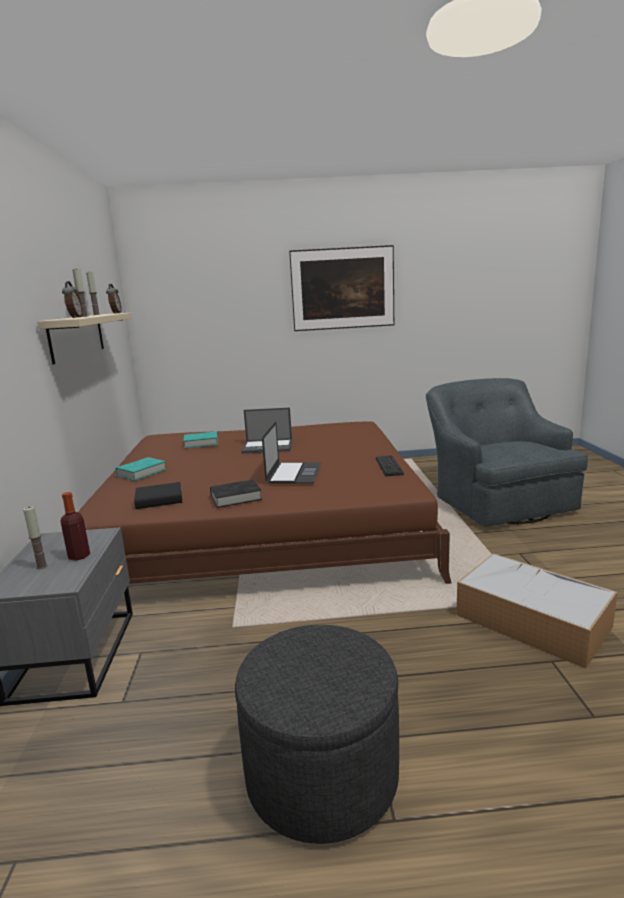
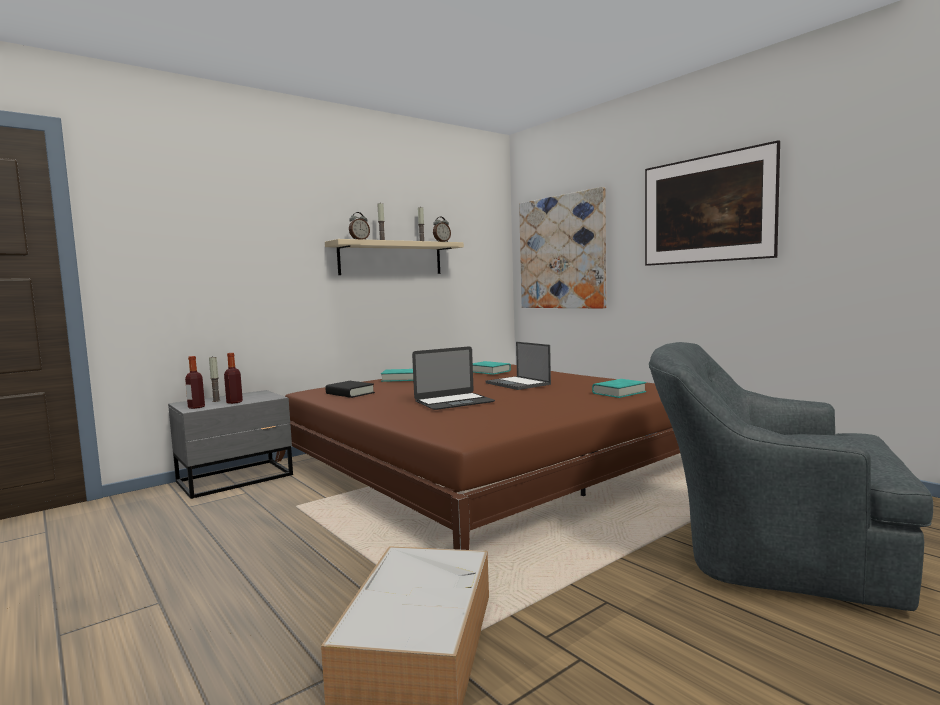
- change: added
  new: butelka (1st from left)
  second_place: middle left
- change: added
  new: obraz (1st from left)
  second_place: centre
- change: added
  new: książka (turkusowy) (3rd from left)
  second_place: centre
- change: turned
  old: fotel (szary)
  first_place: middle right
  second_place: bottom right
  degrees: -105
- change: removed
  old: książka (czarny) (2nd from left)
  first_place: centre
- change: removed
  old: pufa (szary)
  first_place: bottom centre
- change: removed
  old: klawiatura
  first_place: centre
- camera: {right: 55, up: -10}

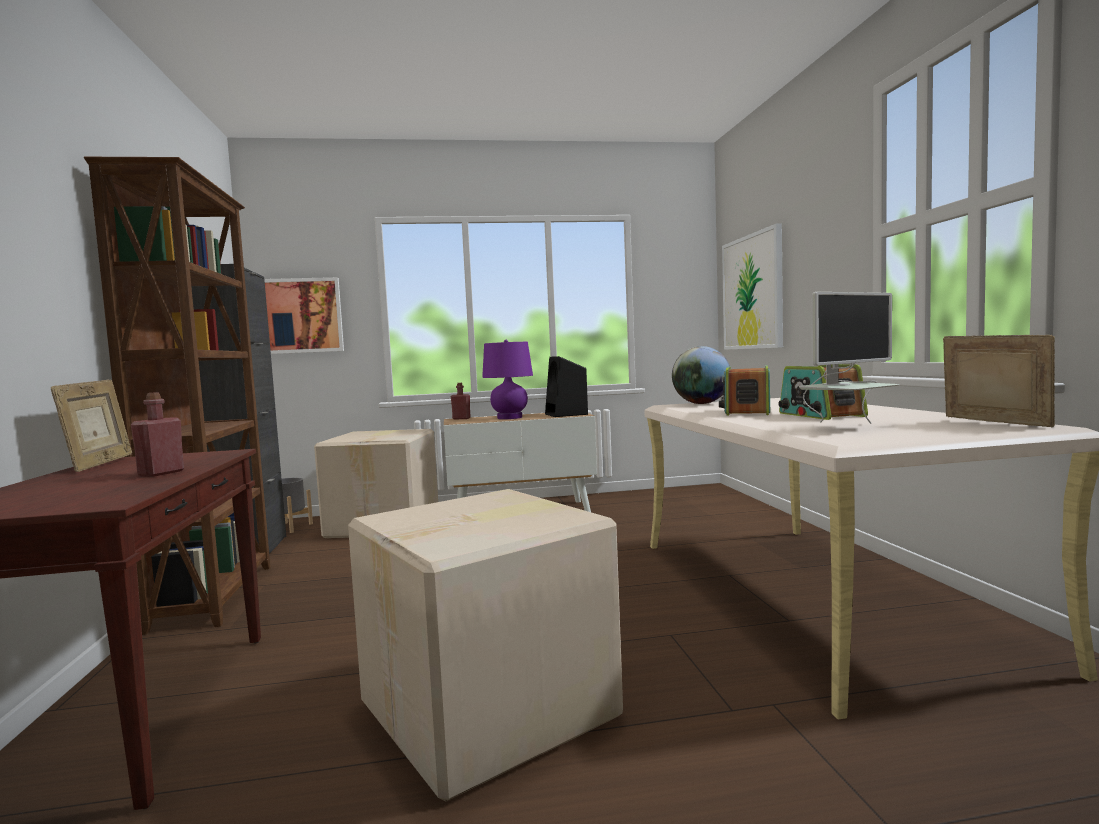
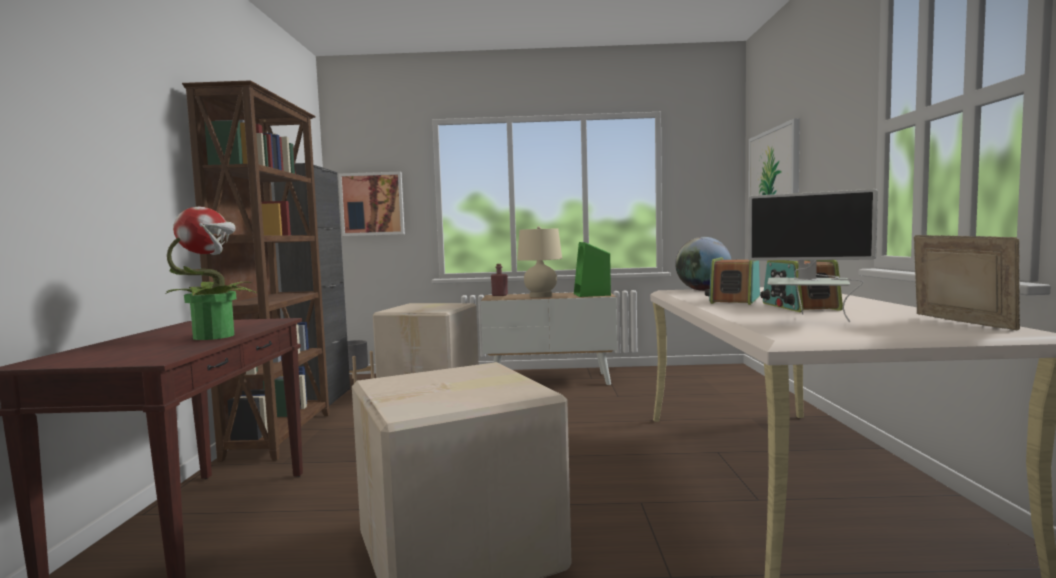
- change: replaced
  old: butelka (czerwony) (1st from left)
  new: roślina doniczkowa
  first_place: middle left
  second_place: middle left
- change: recoloured
  old: lampa stołowa (fioletowy)
  new: lampa stołowa (beżowy)
  first_place: centre
  second_place: centre
- change: recoloured
  old: głośnik (czarny)
  new: głośnik (zielony)
  first_place: centre
  second_place: centre
- change: turned
  old: monitor
  first_place: middle right
  second_place: middle right
  degrees: 45
- change: removed
  old: ramka na zdjęcie (1st from left)
  first_place: middle left
- camera: {right: 10, up: 0}

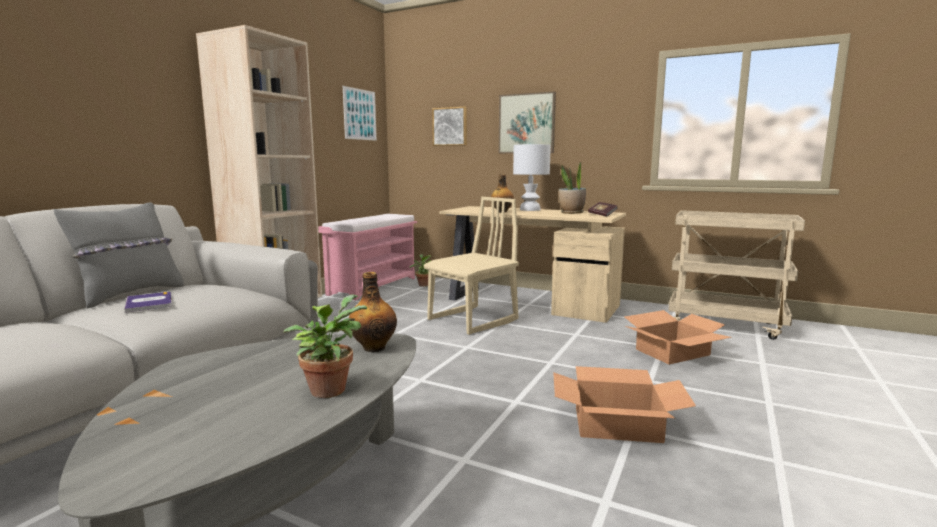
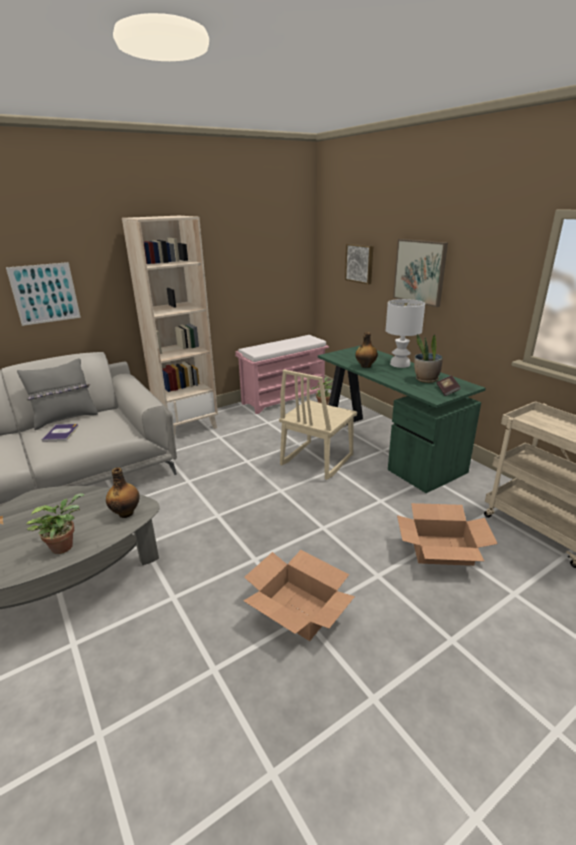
- change: moved
  old: obraz (1st from left)
  first_place: top centre
  second_place: middle left
- change: turned
  old: krzesło (beżowy)
  first_place: centre
  second_place: centre
  degrees: 135
- change: recoloured
  old: biurko (beżowy)
  new: biurko (zielony)
  first_place: centre
  second_place: middle right
- camera: {right: 30, up: 15}

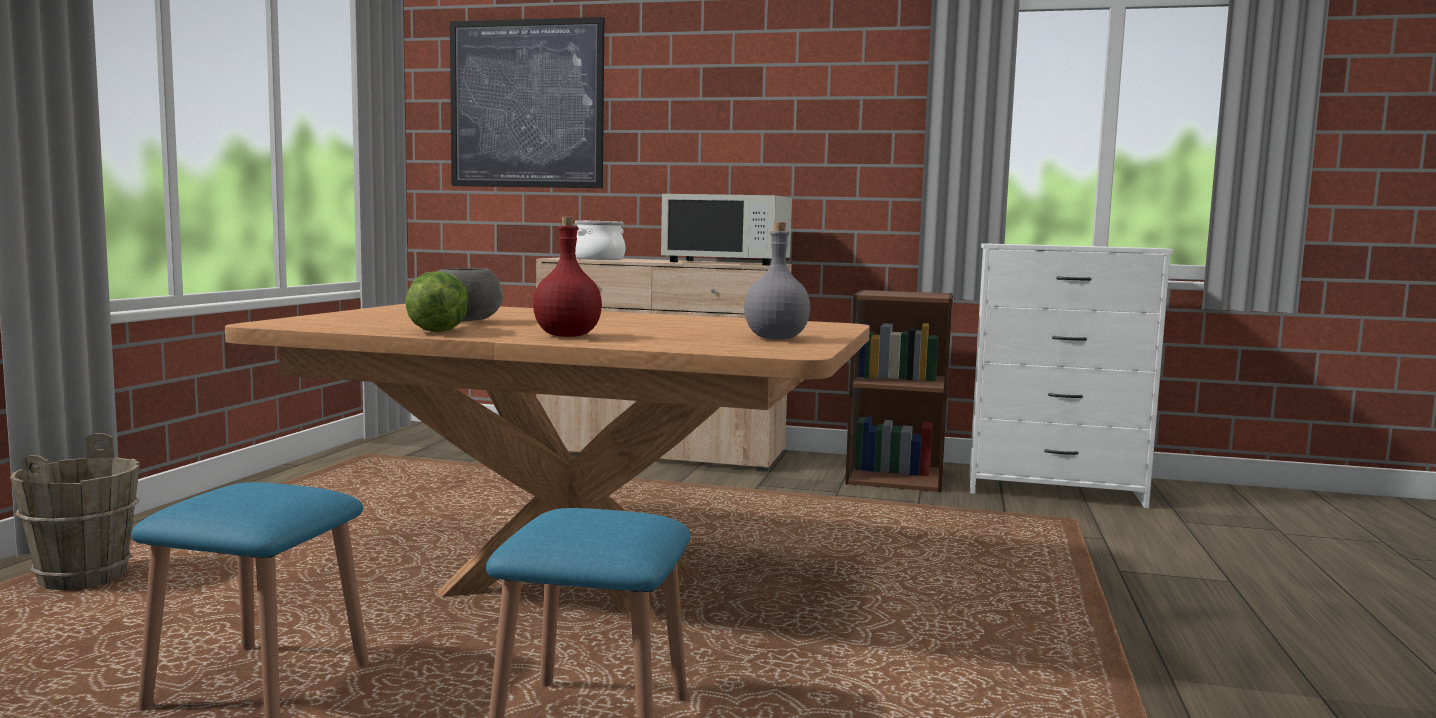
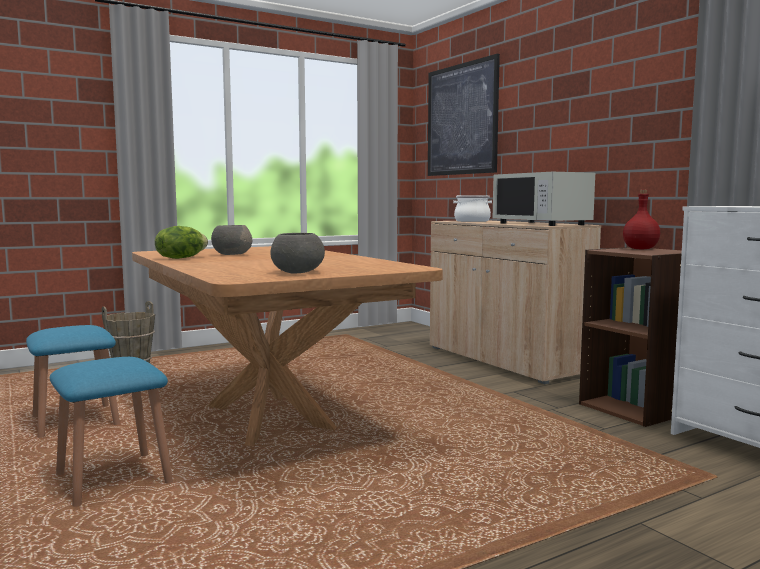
- change: replaced
  old: butelka (szary)
  new: miska (szary) (2nd from left)
  first_place: centre
  second_place: centre
- change: moved
  old: butelka (czerwony)
  first_place: centre
  second_place: middle right
- camera: {right: 45, up: 0}

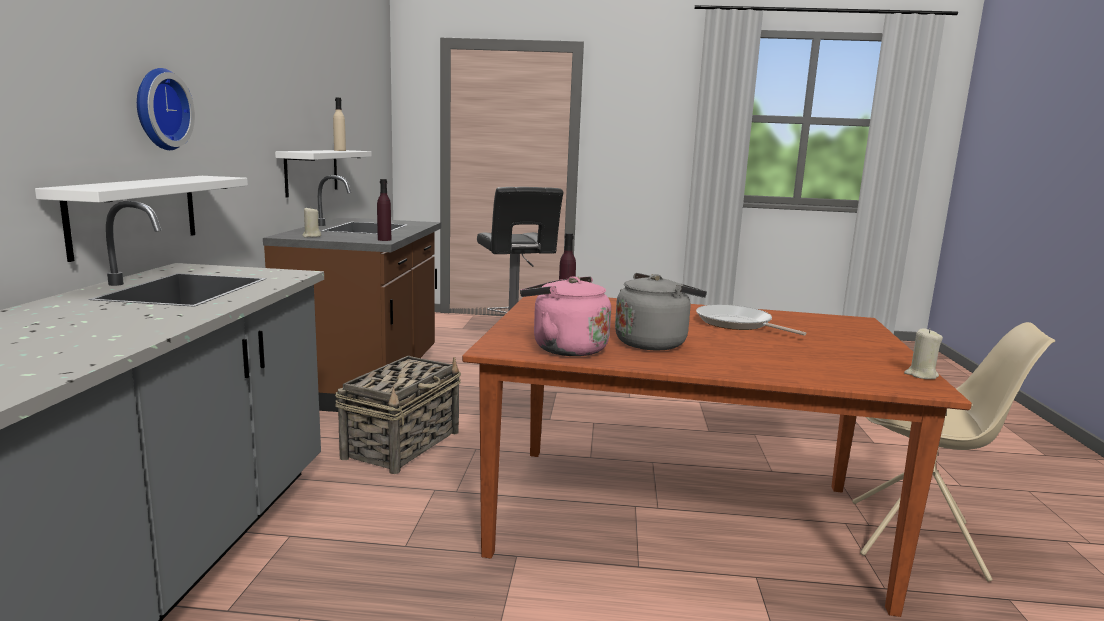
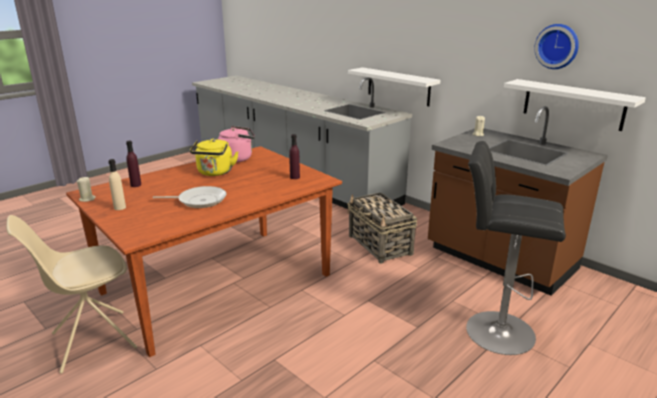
- change: moved
  old: butelka (beżowy)
  first_place: top left
  second_place: middle left
- change: moved
  old: butelka (fioletowy) (1st from left)
  first_place: centre
  second_place: middle left
- change: recoloured
  old: czajnik (szary)
  new: czajnik (żółty)
  first_place: centre
  second_place: middle left
- change: moved
  old: zegar ścienny
  first_place: top left
  second_place: top right
- camera: {right: 130, up: 10}

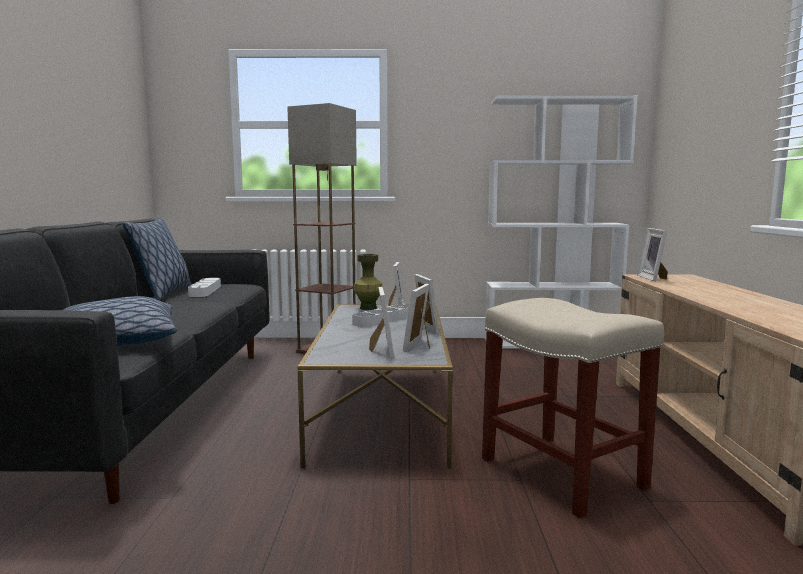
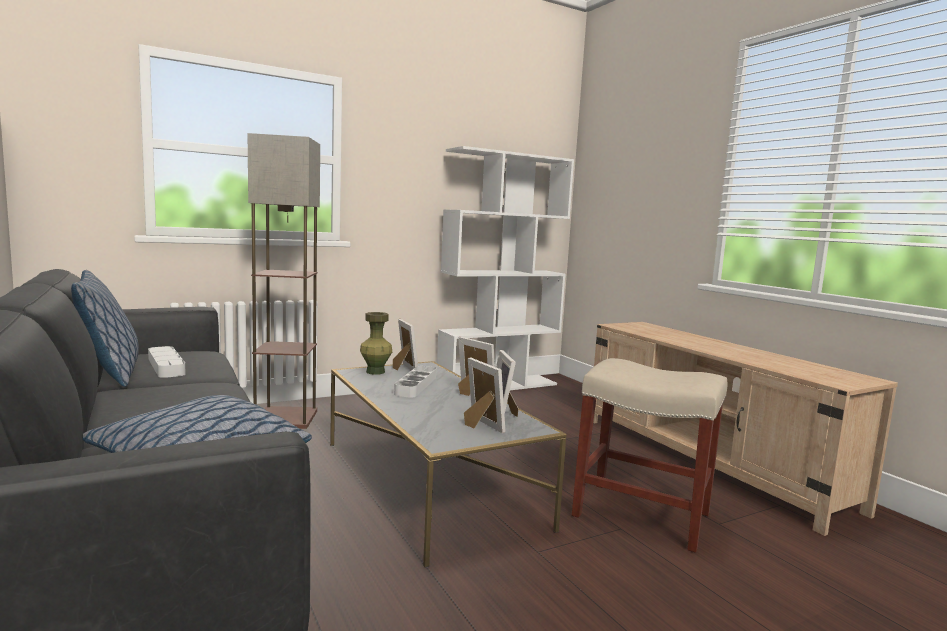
- change: removed
  old: ramka na zdjęcie (5th from left)
  first_place: middle right
- camera: {right: -30, up: 0}

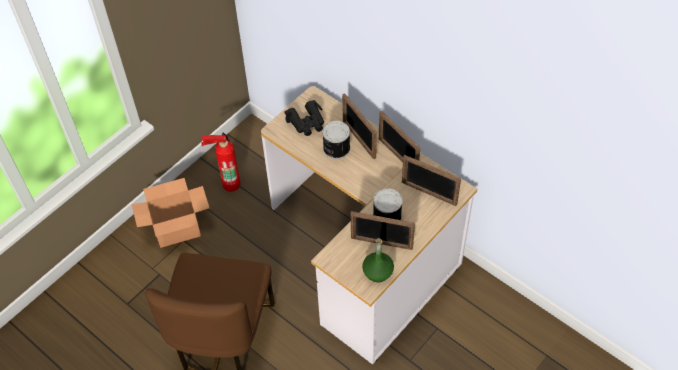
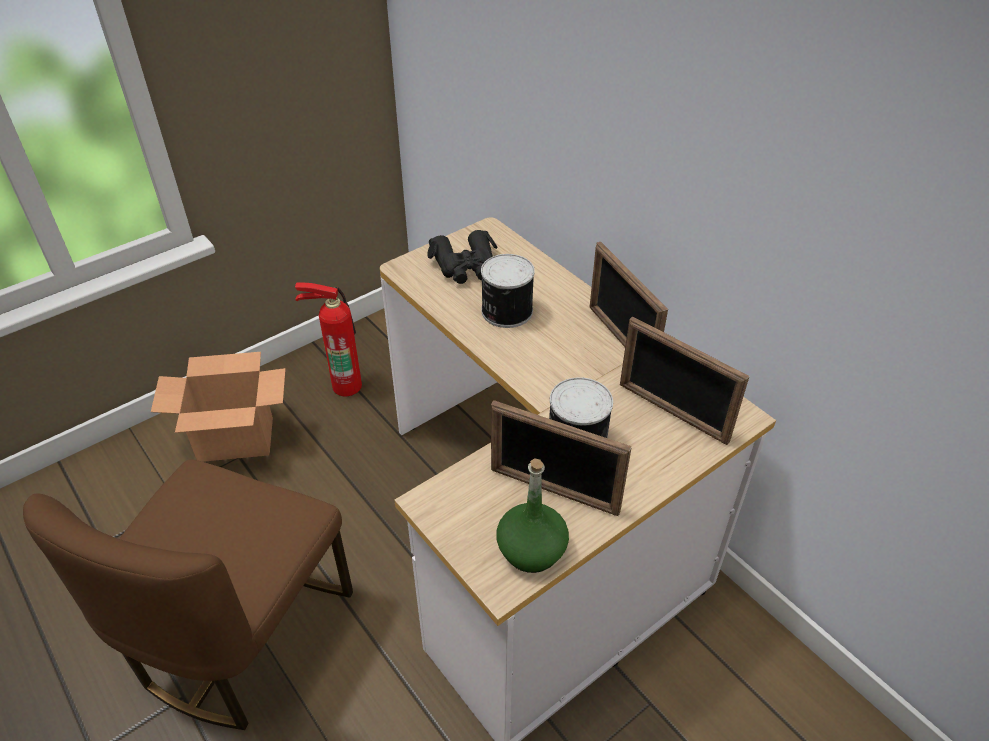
- change: removed
  old: ramka na zdjęcie (1st from left)
  first_place: centre
- camera: {right: 10, up: -10}

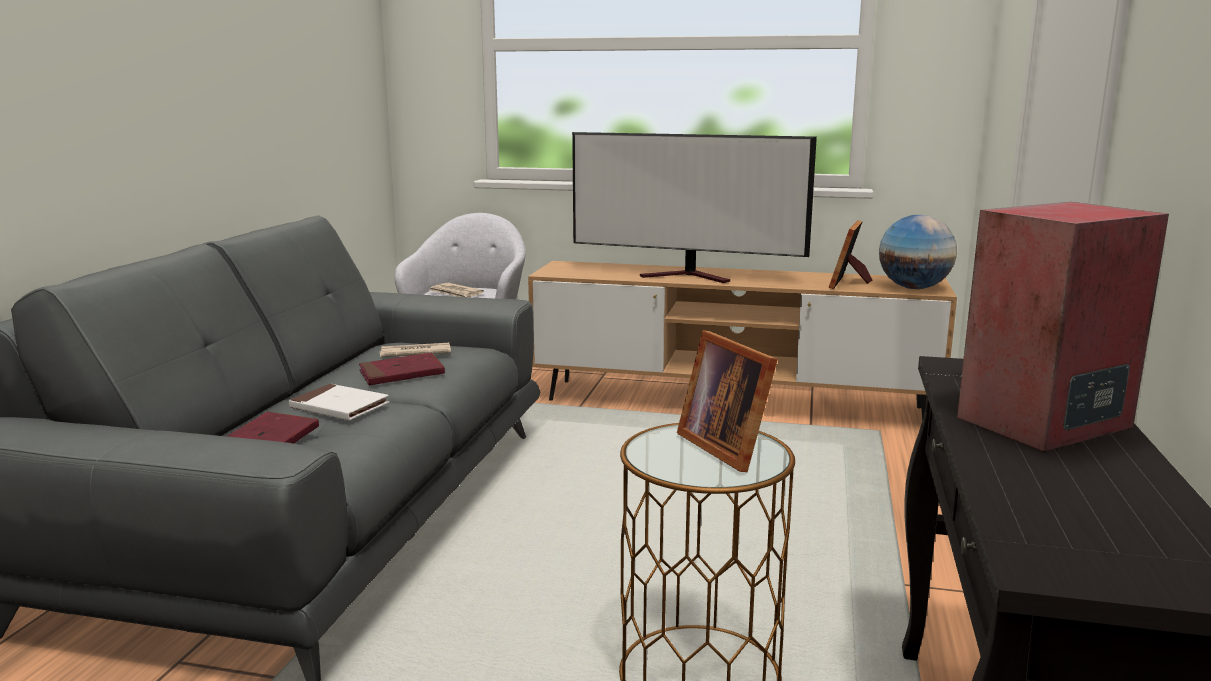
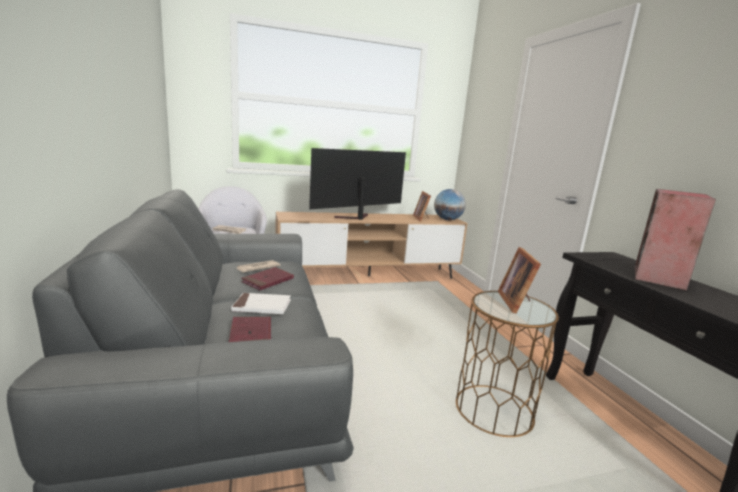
- change: turned
  old: telewizor
  first_place: top centre
  second_place: centre
  degrees: 150
- change: turned
  old: ramka na zdjęcie (1st from left in the first image)
  first_place: centre
  second_place: middle right
  degrees: 60
- camera: {right: -30, up: 0}

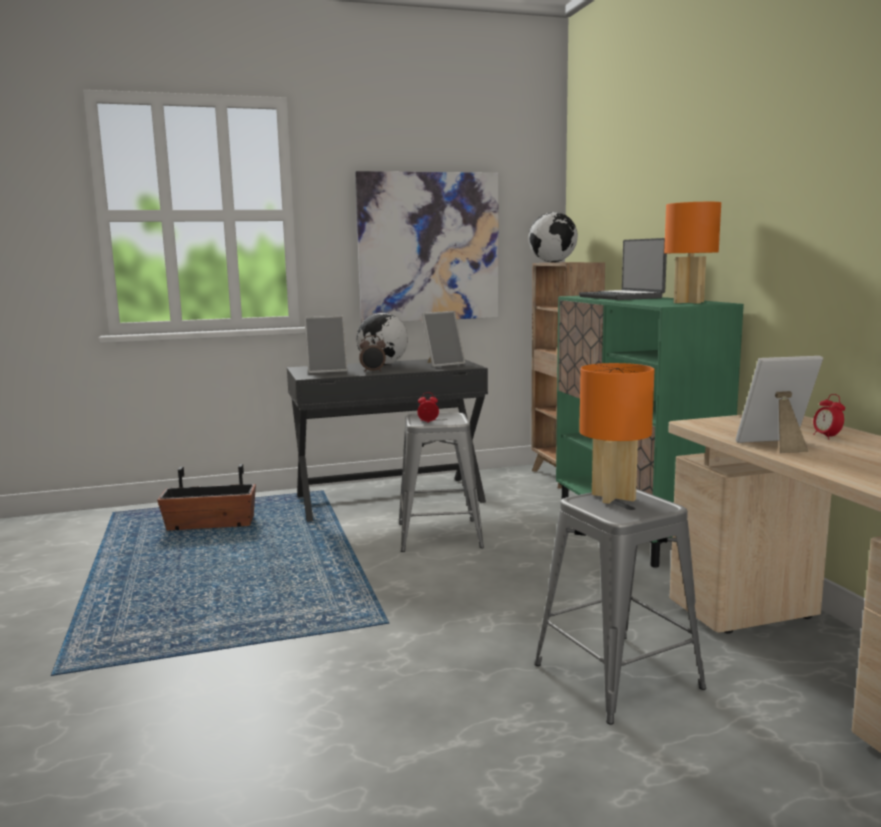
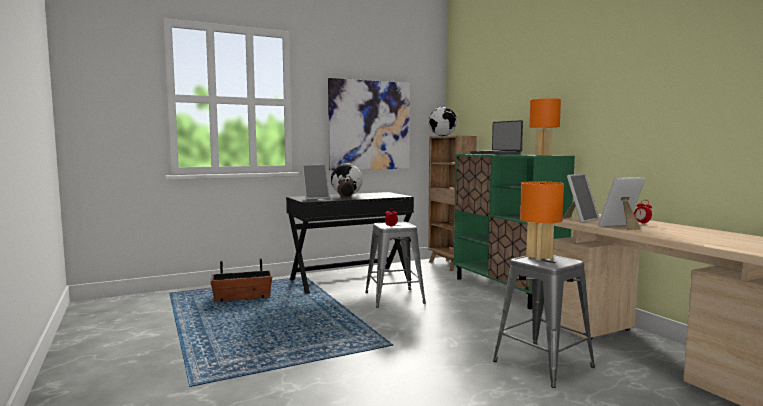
- change: moved
  old: ramka na zdjęcie (2nd from left)
  first_place: centre
  second_place: middle right
- camera: {right: -10, up: -5}

